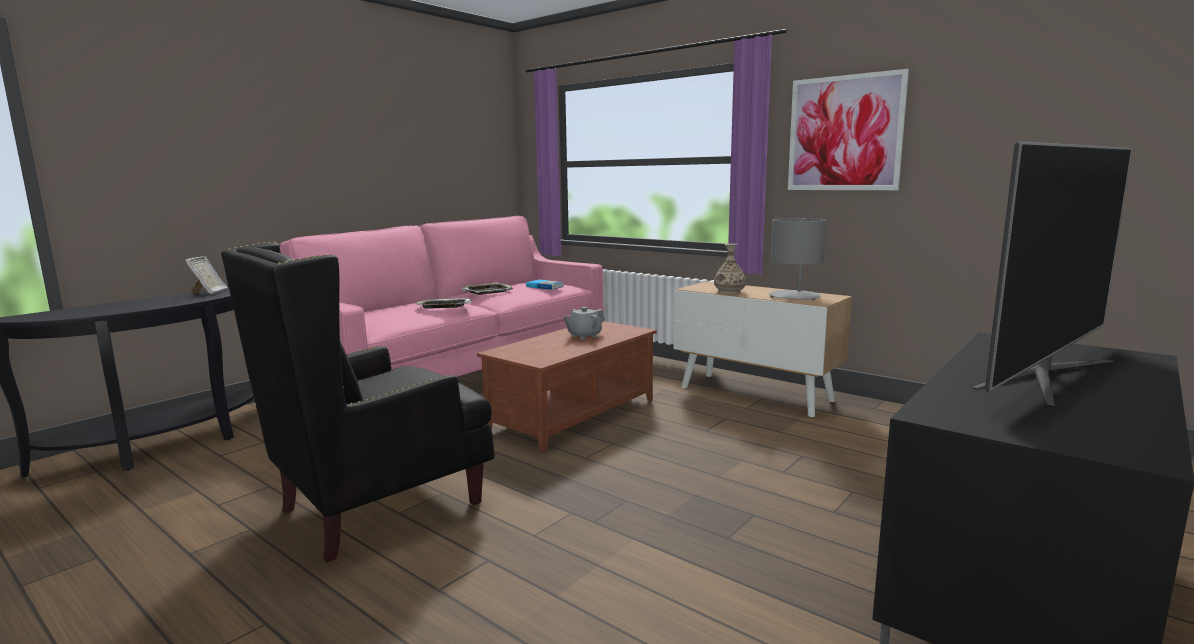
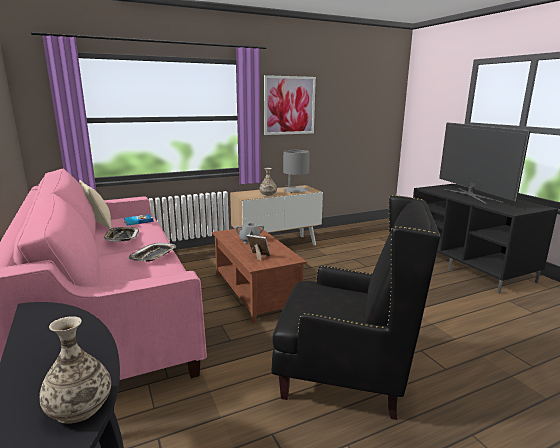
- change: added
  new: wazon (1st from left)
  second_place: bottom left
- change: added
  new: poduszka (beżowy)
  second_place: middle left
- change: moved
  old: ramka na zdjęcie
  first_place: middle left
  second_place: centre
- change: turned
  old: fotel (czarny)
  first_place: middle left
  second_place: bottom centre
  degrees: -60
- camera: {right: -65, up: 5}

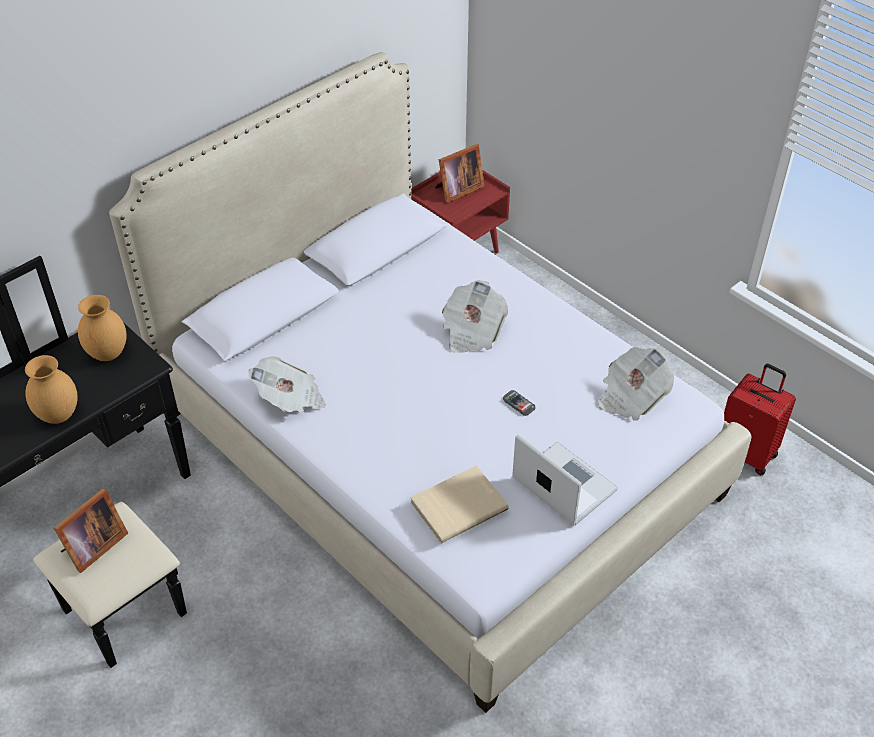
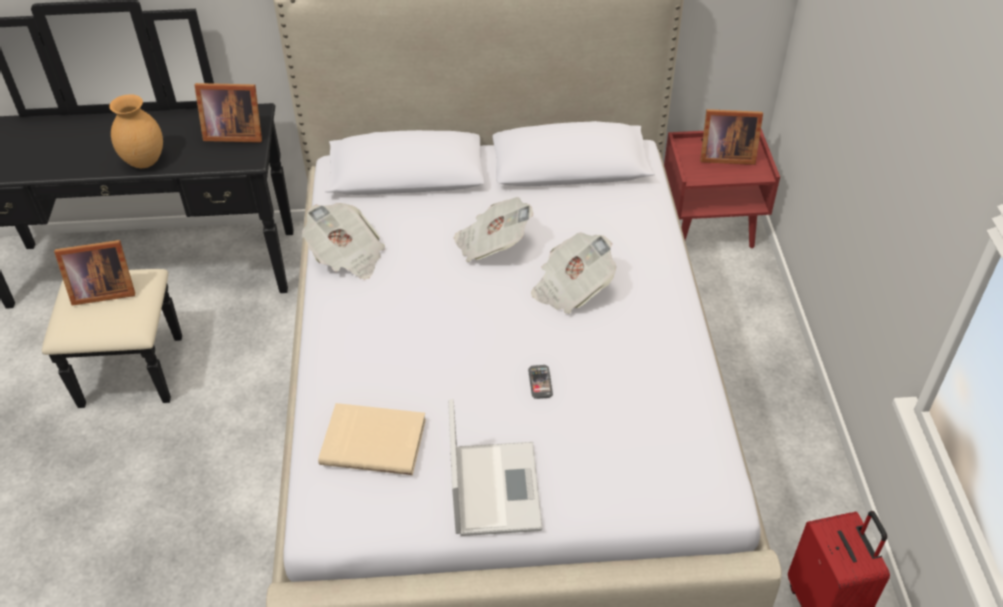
- change: replaced
  old: wazon (brązowy) (2nd from left)
  new: ramka na zdjęcie (2nd from left)
  first_place: middle left
  second_place: top left
- change: moved
  old: gazeta (3rd from left in the first image)
  new: gazeta (2nd from left)
  first_place: middle right
  second_place: centre
- camera: {right: 40, up: 0}

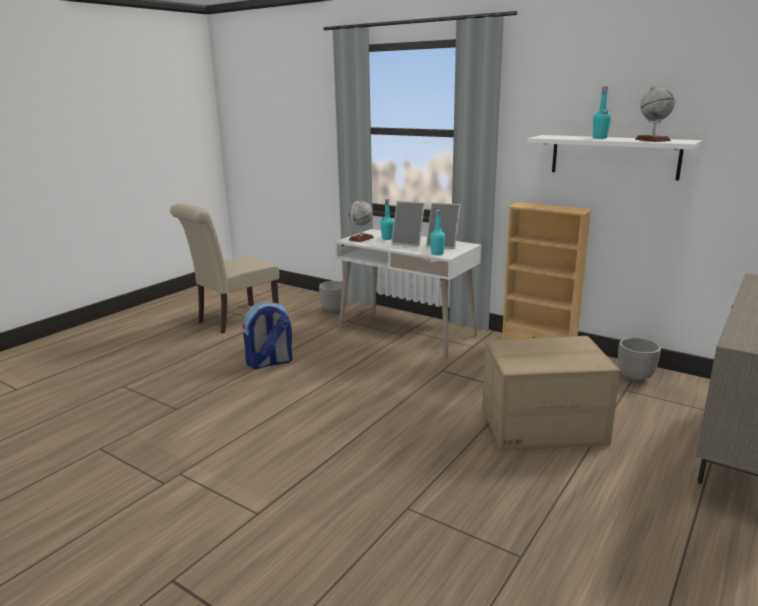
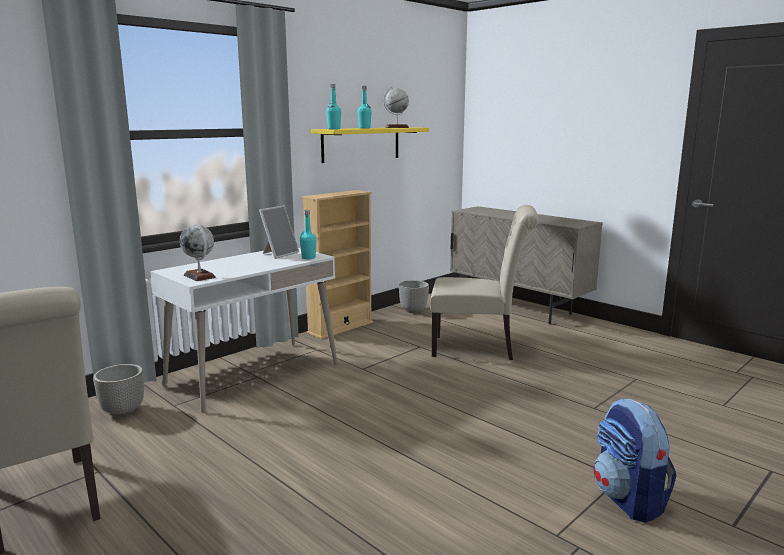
- change: recoloured
  old: półka (biały)
  new: półka (żółty)
  first_place: top right
  second_place: top centre
- change: moved
  old: butelka (turkusowy) (1st from left in the first image)
  new: butelka (turkusowy) (2nd from left)
  first_place: centre
  second_place: top centre
- change: replaced
  old: karton
  new: krzesło (beżowy) (2nd from left)
  first_place: middle right
  second_place: centre
- change: moved
  old: plecak
  first_place: centre
  second_place: bottom right
- change: removed
  old: ramka na zdjęcie (1st from left)
  first_place: centre
- camera: {right: -80, up: -5}

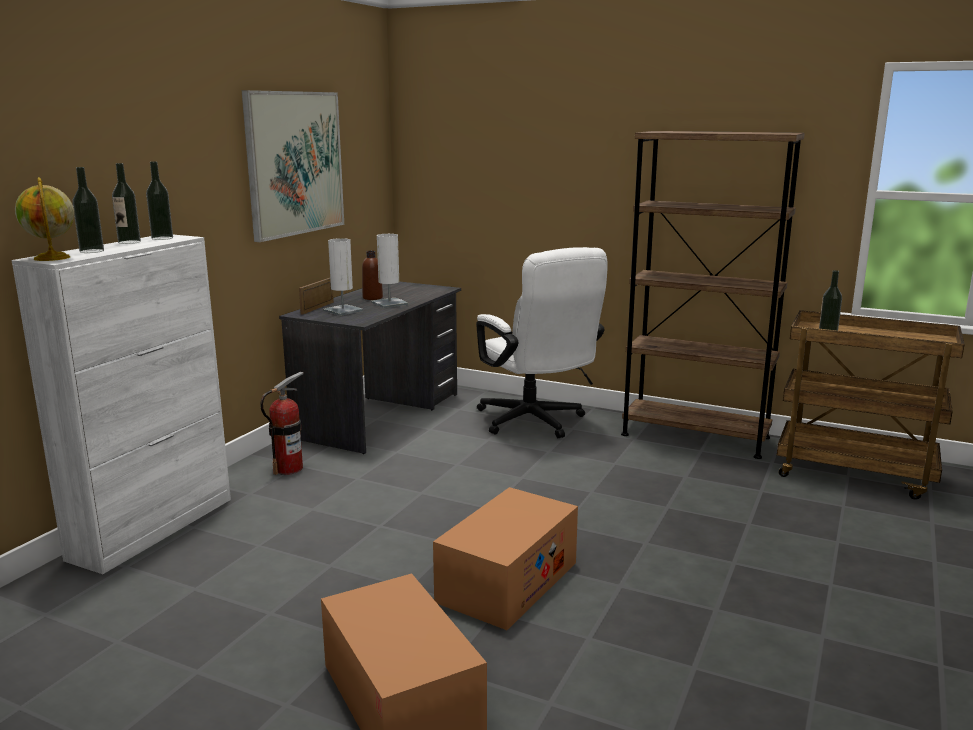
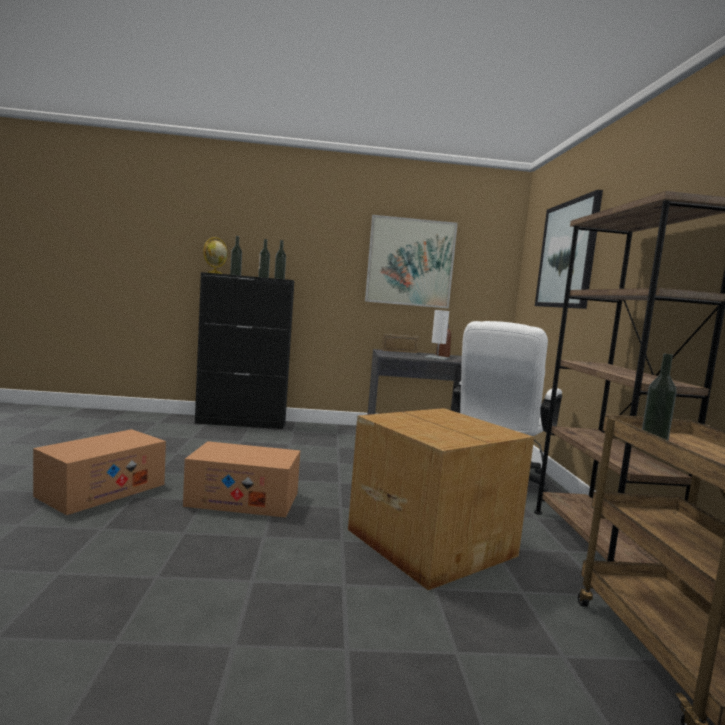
- change: recoloured
  old: szafka (biały)
  new: szafka (czarny)
  first_place: middle left
  second_place: centre
- change: added
  new: karton (3rd from left)
  second_place: bottom centre
- change: added
  new: obraz (2nd from left)
  second_place: middle right
- change: removed
  old: gaśnica
  first_place: middle left
- change: removed
  old: lampa stołowa (biały) (1st from left)
  first_place: centre
- camera: {right: 60, up: -10}

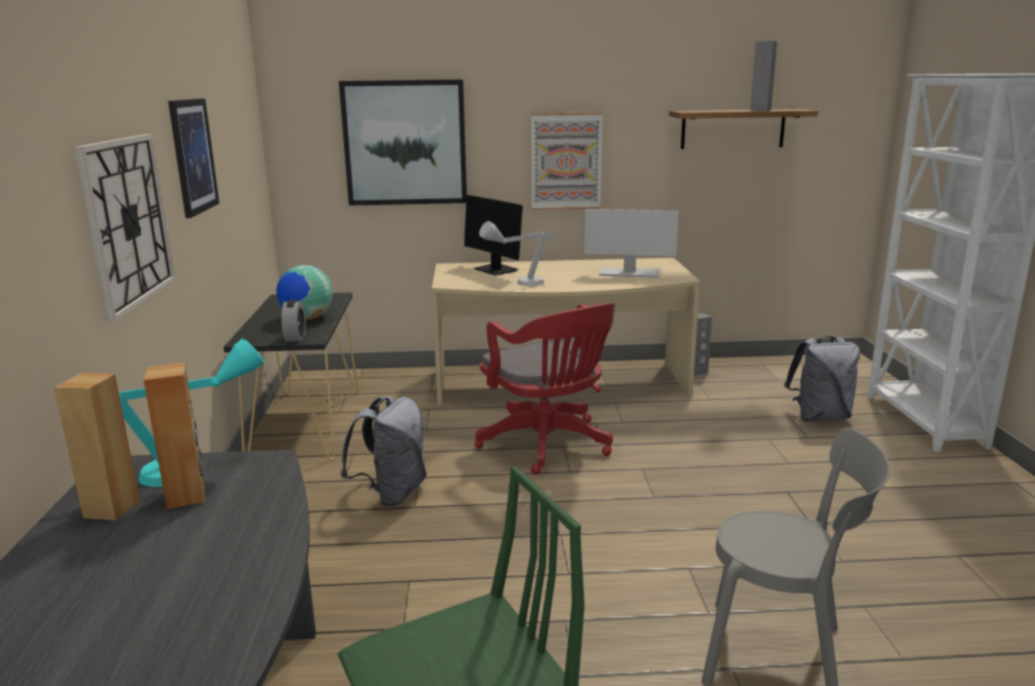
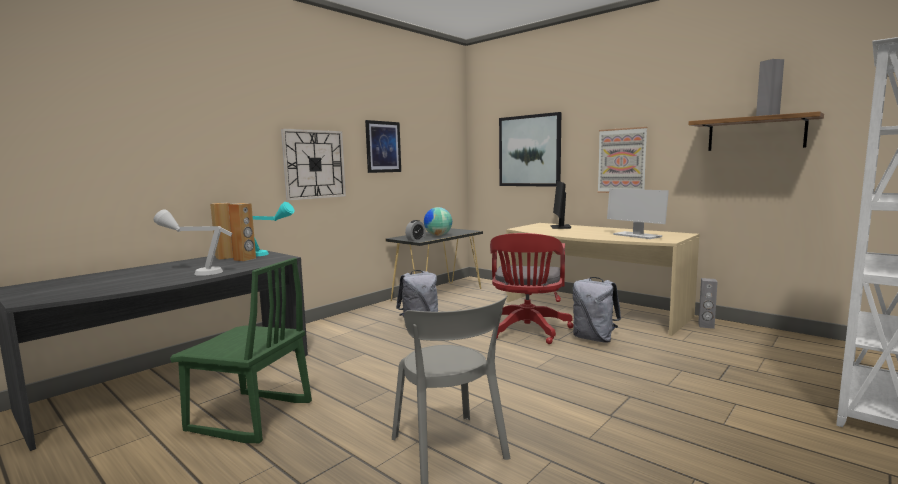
- change: moved
  old: lampa stołowa (szary)
  first_place: centre
  second_place: middle left
- change: moved
  old: plecak (szary) (2nd from left)
  first_place: middle right
  second_place: centre
- camera: {right: 45, up: -10}

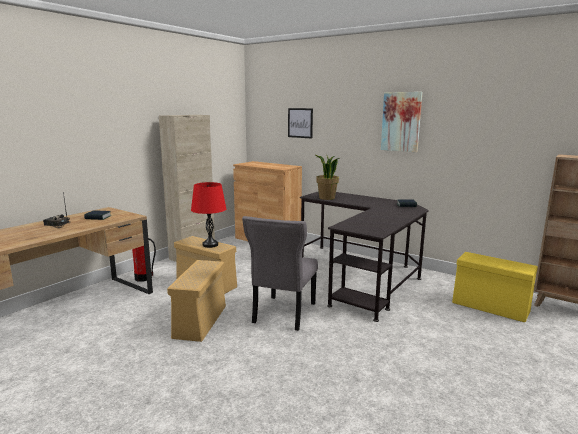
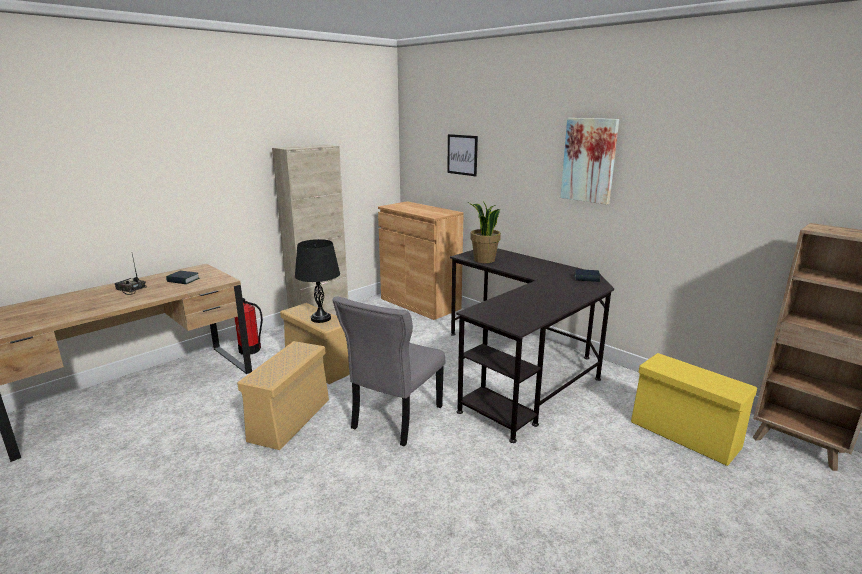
- change: recoloured
  old: lampa stołowa (czerwony)
  new: lampa stołowa (czarny)
  first_place: centre
  second_place: centre
- camera: {right: 10, up: 5}

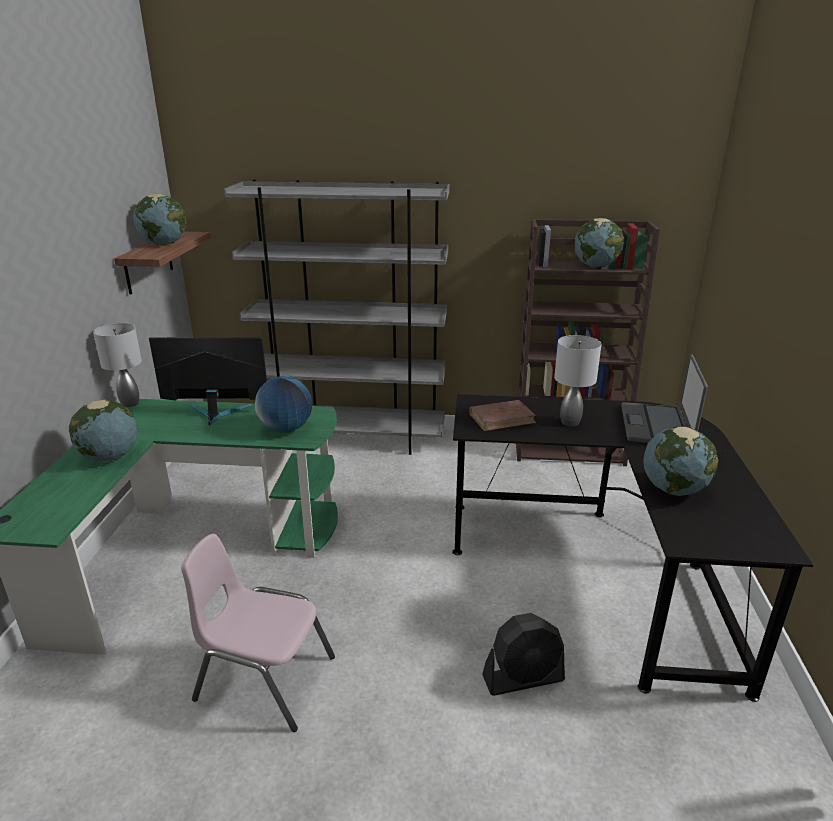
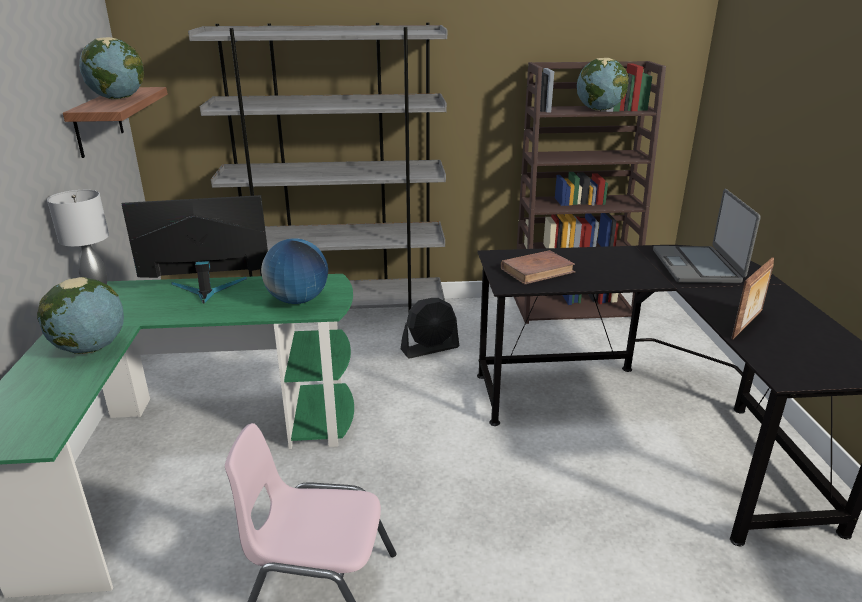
- change: moved
  old: wentylator (czarny)
  first_place: bottom centre
  second_place: centre
- change: replaced
  old: globus (5th from left)
  new: ramka na zdjęcie
  first_place: middle right
  second_place: middle right
- change: removed
  old: lampa stołowa (szary) (2nd from left)
  first_place: middle right
- camera: {right: -10, up: 0}

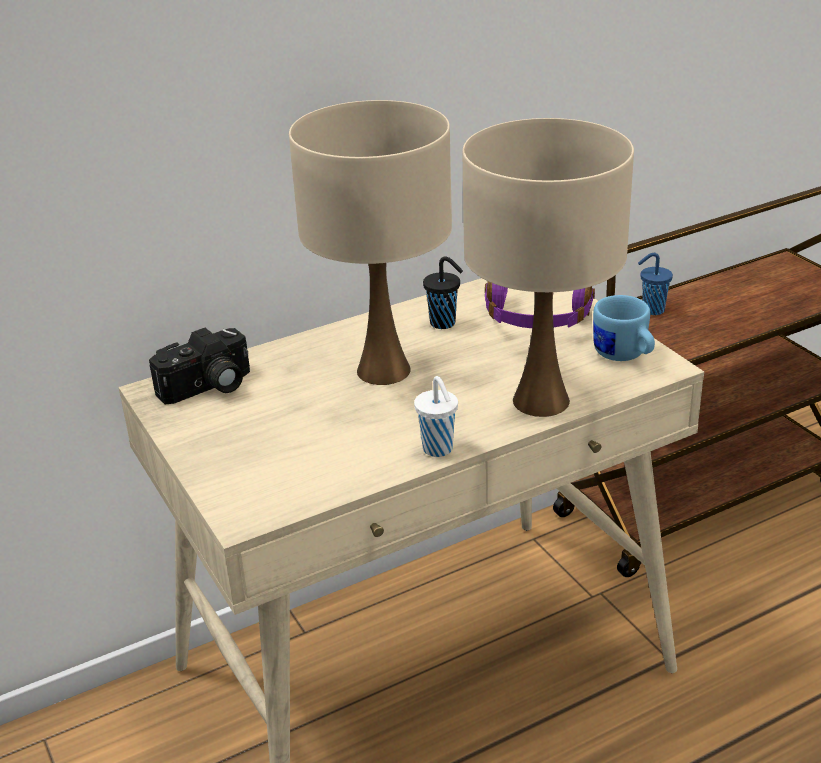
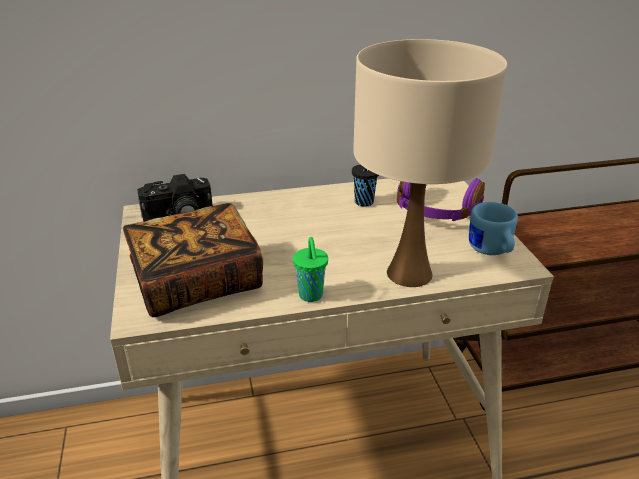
- change: added
  new: książka
  second_place: middle left
- change: recoloured
  old: filiżanka (biały)
  new: filiżanka (zielony)
  first_place: centre
  second_place: centre
- change: removed
  old: lampa stołowa (beżowy) (1st from left)
  first_place: top centre
- change: removed
  old: filiżanka (niebieski)
  first_place: middle right
- camera: {right: 15, up: 0}

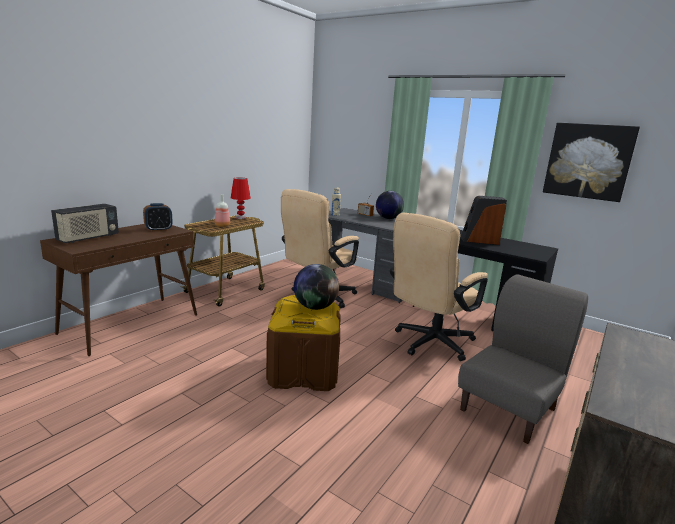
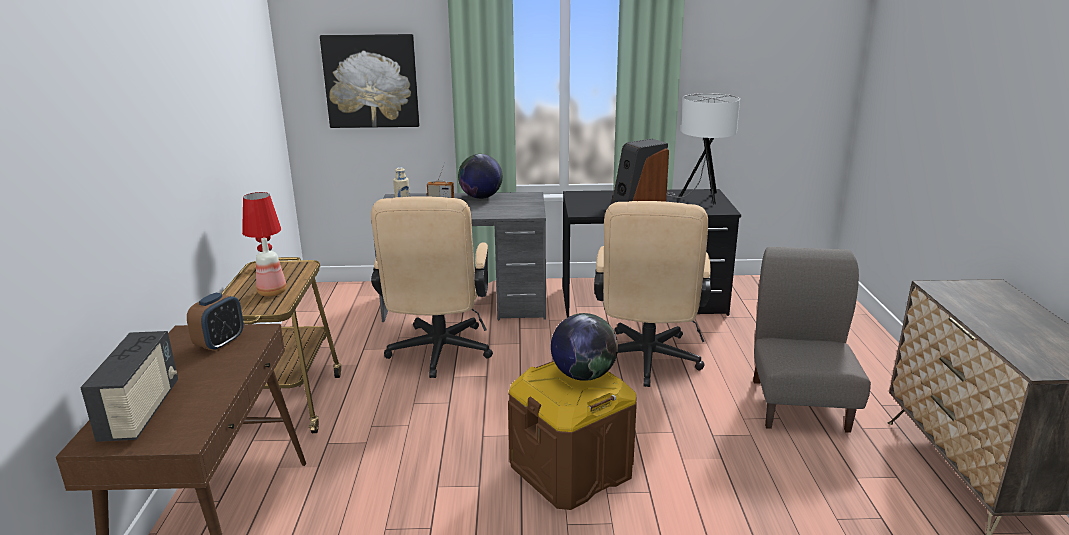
- change: moved
  old: obraz
  first_place: top right
  second_place: top centre
- change: added
  new: lampa stołowa (biały)
  second_place: top centre
- camera: {right: -35, up: 5}

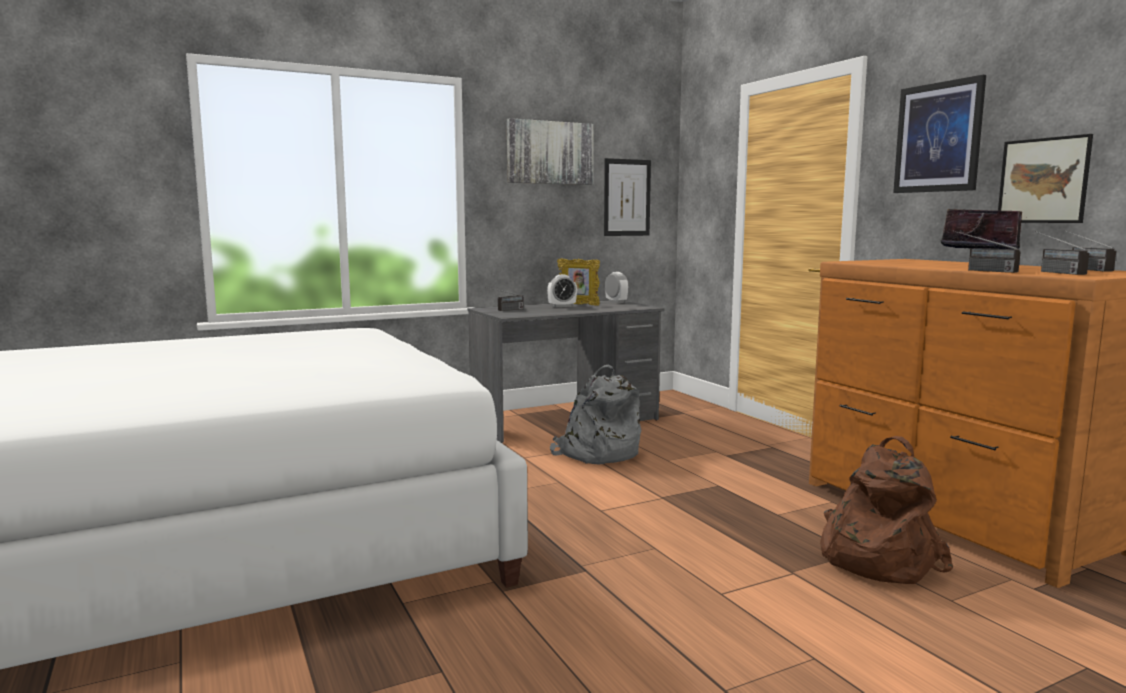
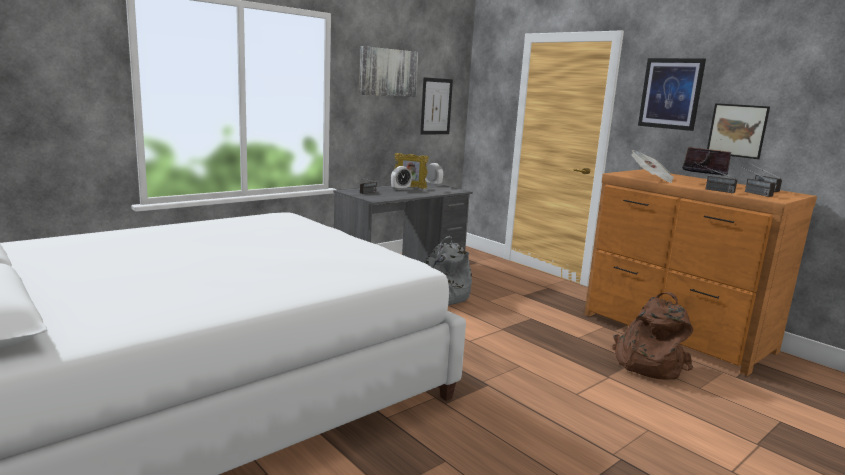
- change: added
  new: gazeta
  second_place: middle right
- camera: {right: -15, up: 5}

